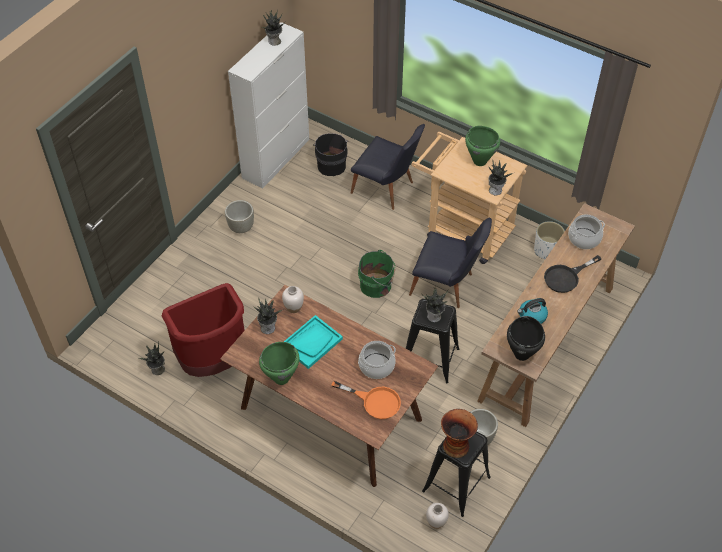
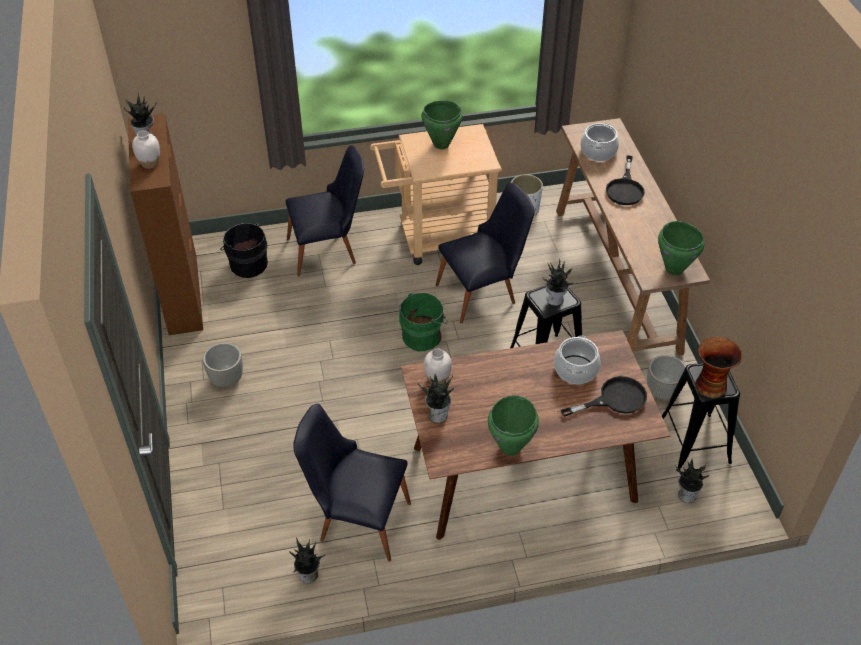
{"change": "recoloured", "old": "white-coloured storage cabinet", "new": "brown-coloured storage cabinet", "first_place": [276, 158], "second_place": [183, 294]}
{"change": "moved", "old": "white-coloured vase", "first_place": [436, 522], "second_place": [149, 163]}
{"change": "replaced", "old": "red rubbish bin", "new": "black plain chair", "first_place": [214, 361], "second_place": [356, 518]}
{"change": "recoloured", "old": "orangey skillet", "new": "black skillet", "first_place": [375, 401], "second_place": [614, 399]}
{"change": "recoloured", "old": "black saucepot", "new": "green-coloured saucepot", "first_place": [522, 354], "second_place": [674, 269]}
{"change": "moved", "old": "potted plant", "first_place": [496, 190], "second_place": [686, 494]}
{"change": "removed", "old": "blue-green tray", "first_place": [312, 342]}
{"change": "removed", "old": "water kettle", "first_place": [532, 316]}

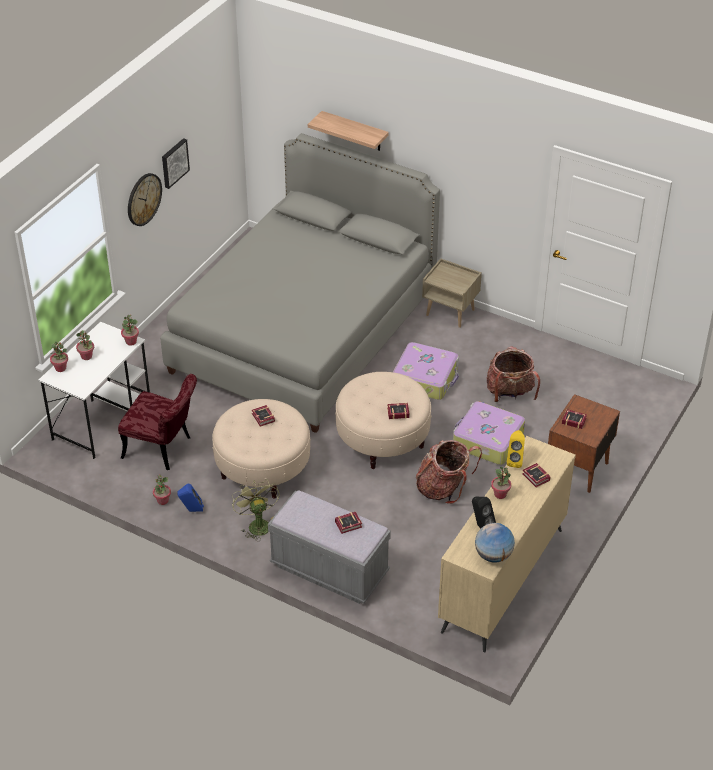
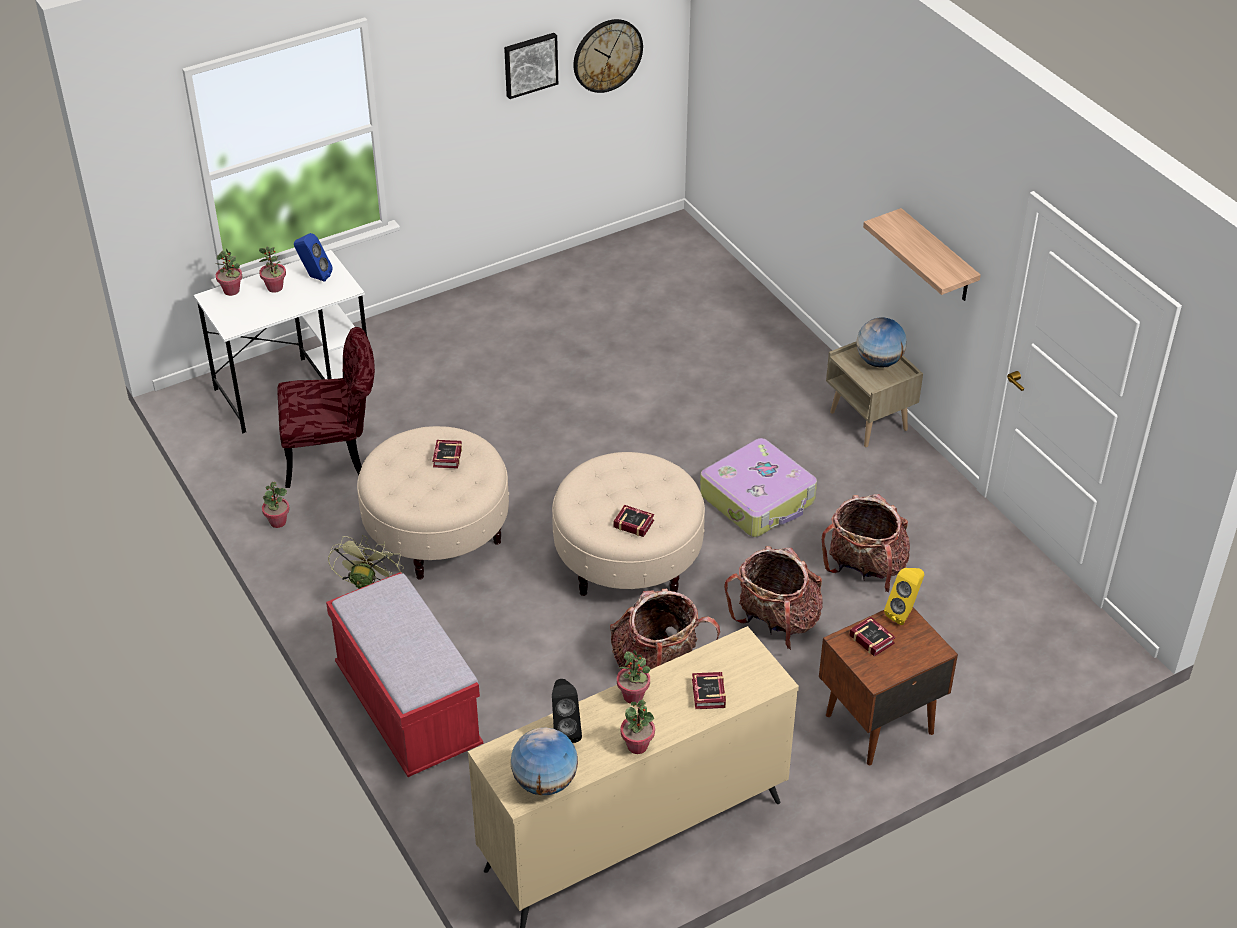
{"change": "turned", "old": "red plain chair", "first_place": [163, 449], "second_place": [335, 455], "degrees": -60}
{"change": "moved", "old": "blue-coloured loudspeaker", "first_place": [191, 510], "second_place": [314, 277]}
{"change": "recoloured", "old": "greyish long seat", "new": "red long seat", "first_place": [329, 570], "second_place": [408, 709]}
{"change": "moved", "old": "wall clock", "first_place": [143, 199], "second_place": [607, 55]}
{"change": "moved", "old": "potted plant", "first_place": [131, 342], "second_place": [637, 745]}
{"change": "replaced", "old": "suitcase", "new": "backpack", "first_place": [487, 440], "second_place": [776, 622]}
{"change": "added", "new": "desk globe", "second_place": [879, 361]}
{"change": "moved", "old": "wall shelf", "first_place": [354, 131], "second_place": [937, 257]}
{"change": "moved", "old": "yellow loudspeaker", "first_place": [515, 461], "second_place": [904, 613]}
{"change": "removed", "old": "greyish bed", "first_place": [303, 332]}
{"change": "removed", "old": "volume", "first_place": [349, 524]}

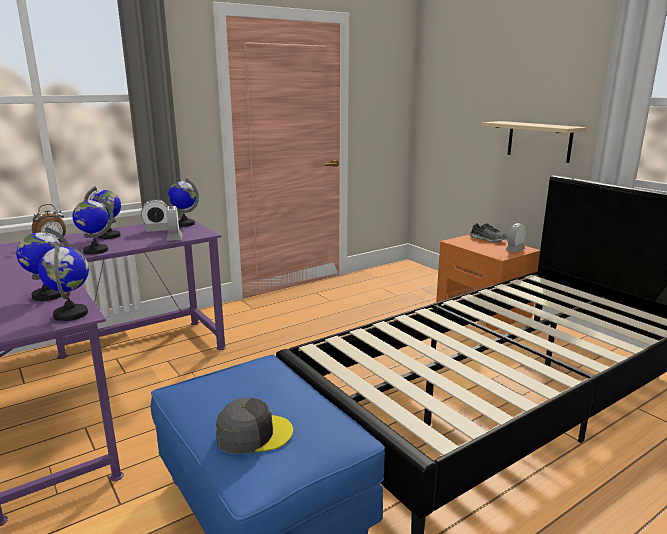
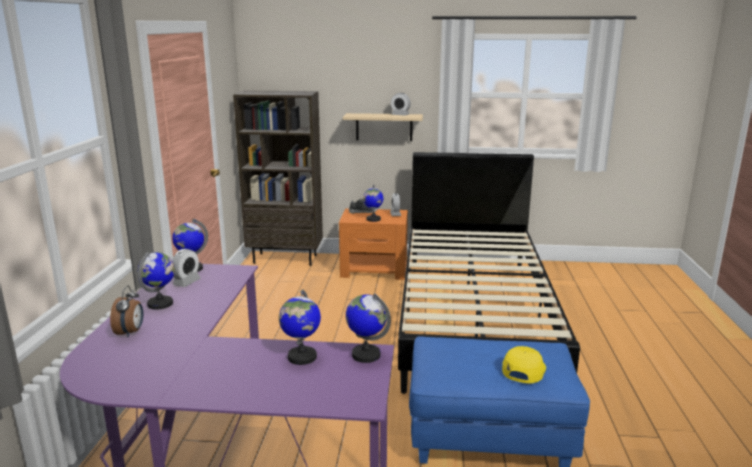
{"change": "added", "new": "brown-coloured bookshelf", "second_place": [286, 259]}
{"change": "moved", "old": "desk globe", "first_place": [95, 250], "second_place": [373, 219]}
{"change": "moved", "old": "table clock", "first_place": [174, 238], "second_place": [400, 115]}
{"change": "recoloured", "old": "greyish peaked cap", "new": "yellow peaked cap", "first_place": [253, 434], "second_place": [523, 369]}

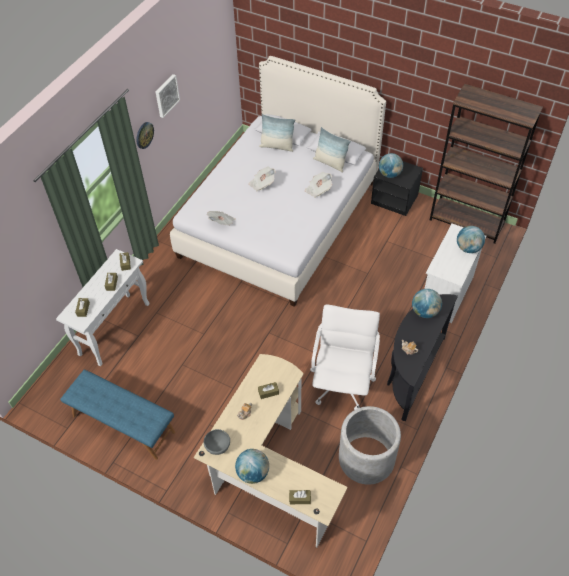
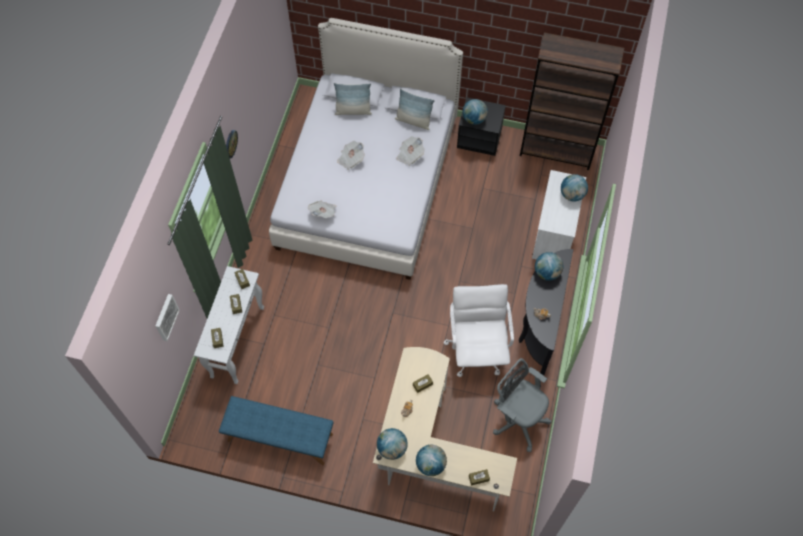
{"change": "moved", "old": "wall art", "first_place": [166, 95], "second_place": [165, 317]}
{"change": "replaced", "old": "greyish deep dish", "new": "desk globe", "first_place": [218, 447], "second_place": [392, 448]}
{"change": "replaced", "old": "greyish planter", "new": "greyish desk chair", "first_place": [366, 458], "second_place": [517, 418]}

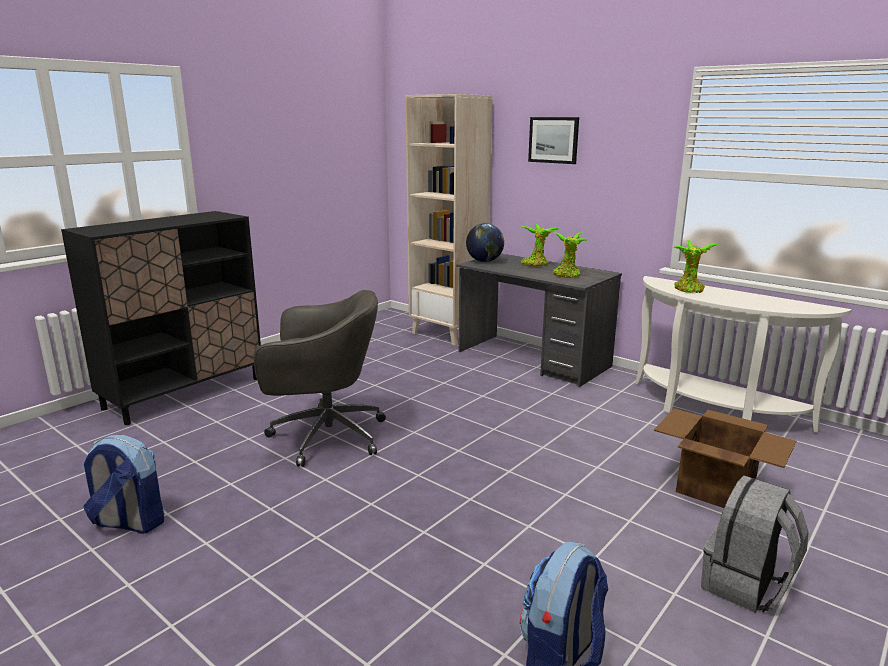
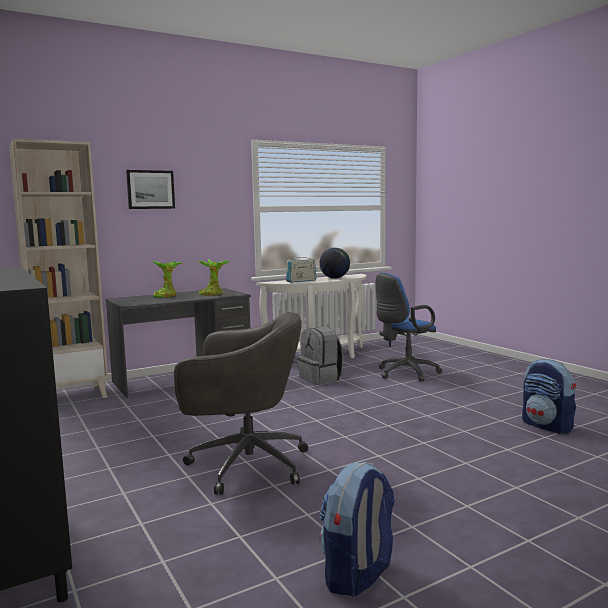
{"change": "turned", "old": "greyish desk chair", "first_place": [324, 436], "second_place": [244, 465], "degrees": 75}
{"change": "replaced", "old": "potted plant", "new": "radio", "first_place": [689, 290], "second_place": [301, 281]}
{"change": "moved", "old": "greyish backpack", "first_place": [746, 586], "second_place": [321, 379]}
{"change": "moved", "old": "desk globe", "first_place": [484, 261], "second_place": [334, 278]}
{"change": "replaced", "old": "cardboard box", "new": "blue-coloured desk chair", "first_place": [714, 487], "second_place": [404, 373]}

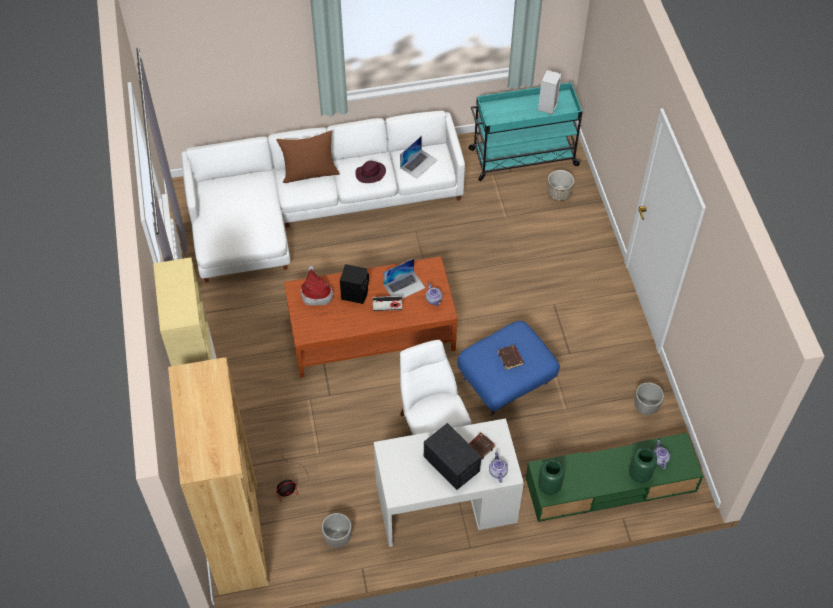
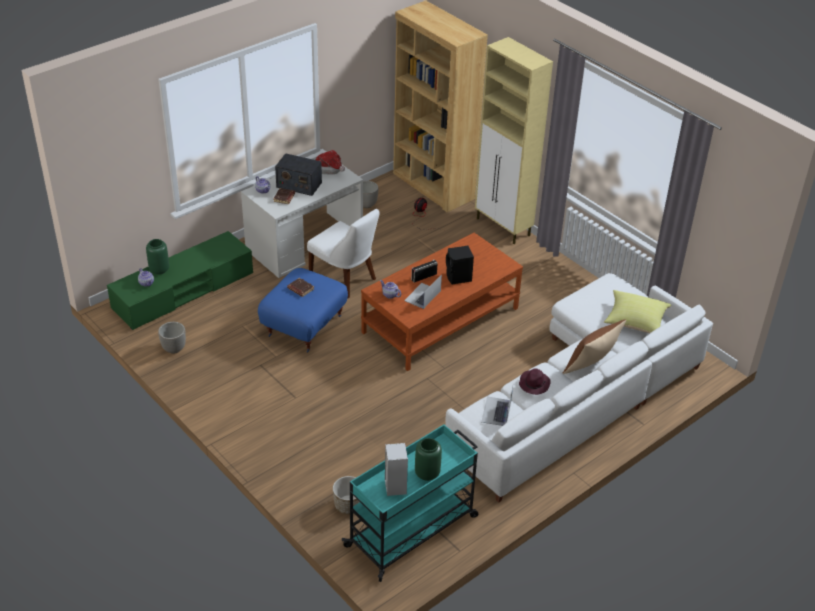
{"change": "moved", "old": "clothing hat", "first_place": [316, 293], "second_place": [329, 169]}
{"change": "moved", "old": "green-coloured vase", "first_place": [549, 486], "second_place": [427, 474]}
{"change": "added", "new": "yellow cushion", "second_place": [635, 322]}

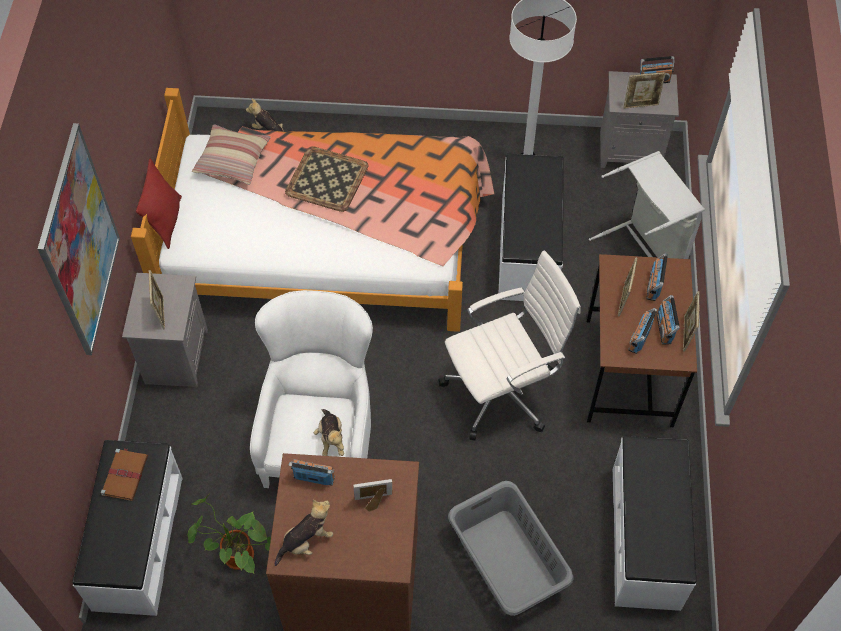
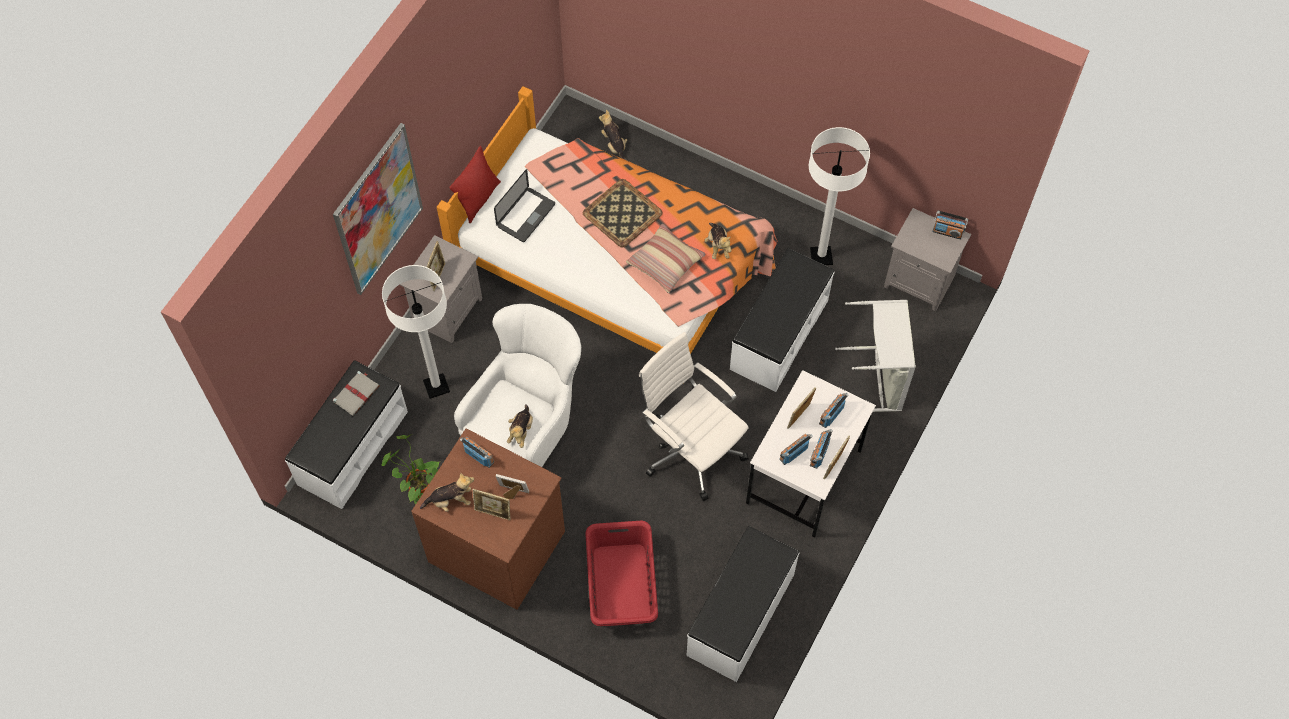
{"change": "recoloured", "old": "brown-coloured volume", "new": "greyish volume", "first_place": [125, 475], "second_place": [357, 393]}
{"change": "added", "new": "white-coloured standard lamp", "second_place": [436, 386]}
{"change": "moved", "old": "photo frame", "first_place": [640, 105], "second_place": [493, 513]}
{"change": "added", "new": "laptop", "second_place": [526, 215]}
{"change": "recoloured", "old": "greyish hamper", "new": "red hamper", "first_place": [506, 562], "second_place": [621, 585]}
{"change": "moved", "old": "cushion", "first_place": [232, 160], "second_place": [665, 262]}
{"change": "turned", "old": "white-coloured desk chair", "first_place": [503, 391], "second_place": [691, 449], "degrees": -135}
{"change": "added", "new": "soft toy", "second_place": [718, 246]}
{"change": "recoloured", "old": "brown-coloured desk table", "new": "white-coloured desk table", "first_place": [629, 373], "second_place": [804, 477]}

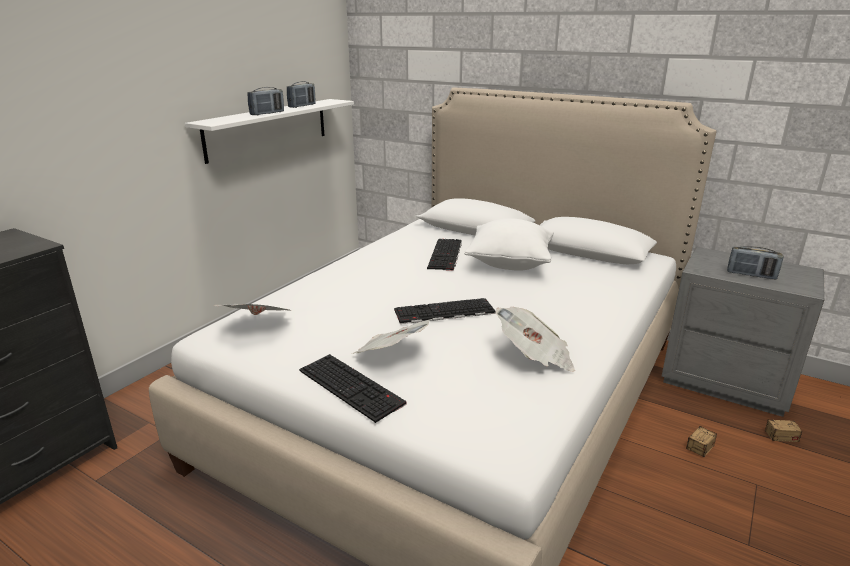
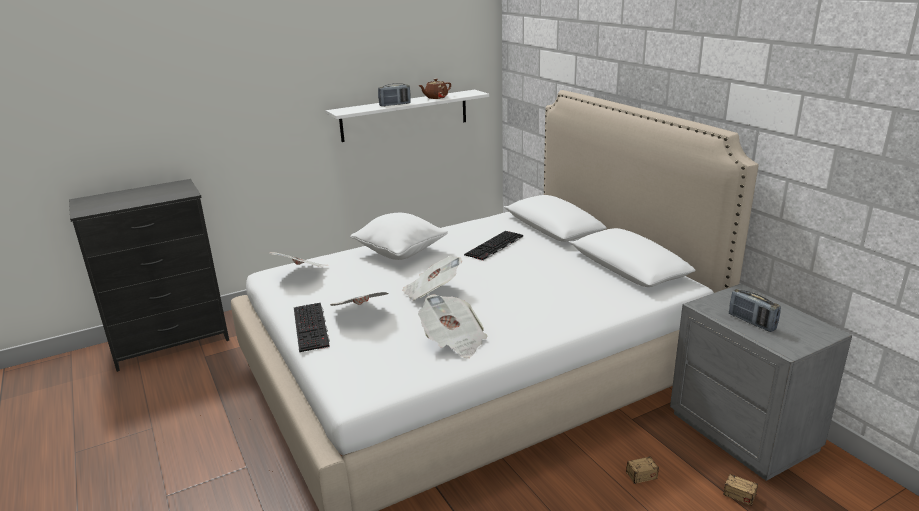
{"change": "moved", "old": "white-coloured cushion", "first_place": [509, 264], "second_place": [400, 253]}
{"change": "replaced", "old": "keyboard", "new": "daily paper", "first_place": [443, 312], "second_place": [432, 292]}
{"change": "replaced", "old": "radio", "new": "brown-coloured teapot", "first_place": [302, 106], "second_place": [435, 97]}

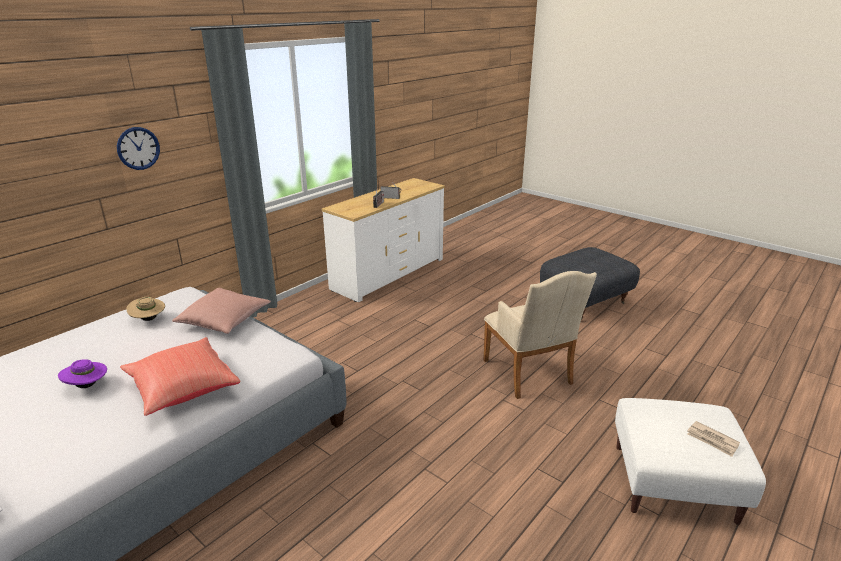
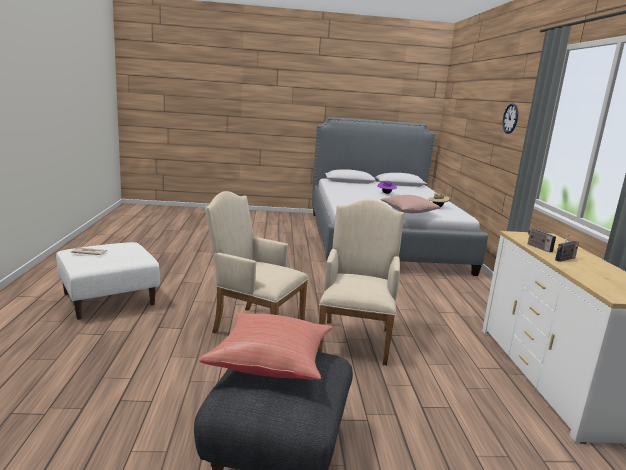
{"change": "moved", "old": "red cushion", "first_place": [182, 390], "second_place": [271, 363]}
{"change": "added", "new": "beige-coloured armchair", "second_place": [355, 338]}

